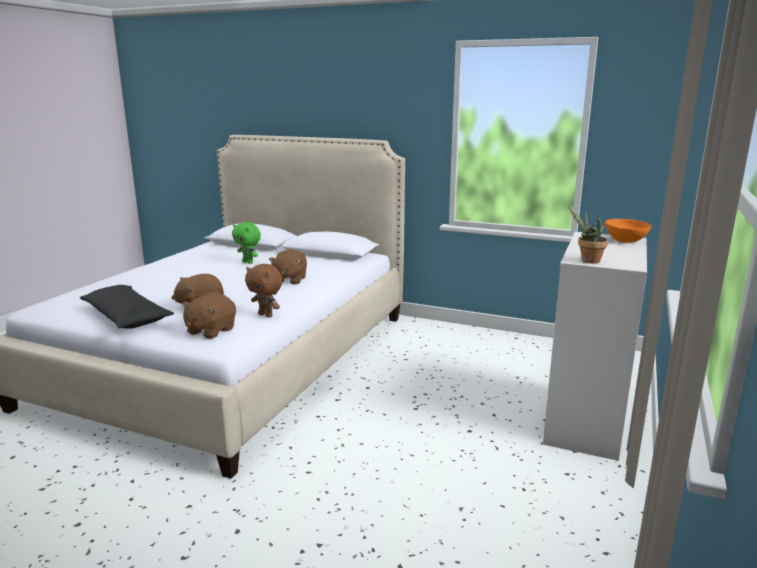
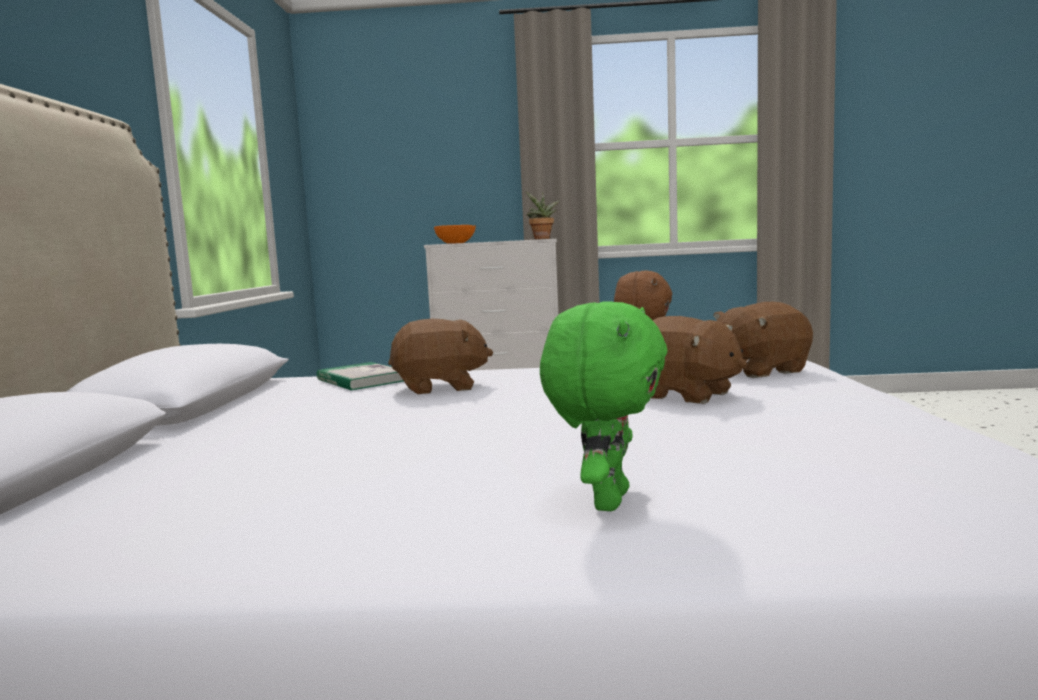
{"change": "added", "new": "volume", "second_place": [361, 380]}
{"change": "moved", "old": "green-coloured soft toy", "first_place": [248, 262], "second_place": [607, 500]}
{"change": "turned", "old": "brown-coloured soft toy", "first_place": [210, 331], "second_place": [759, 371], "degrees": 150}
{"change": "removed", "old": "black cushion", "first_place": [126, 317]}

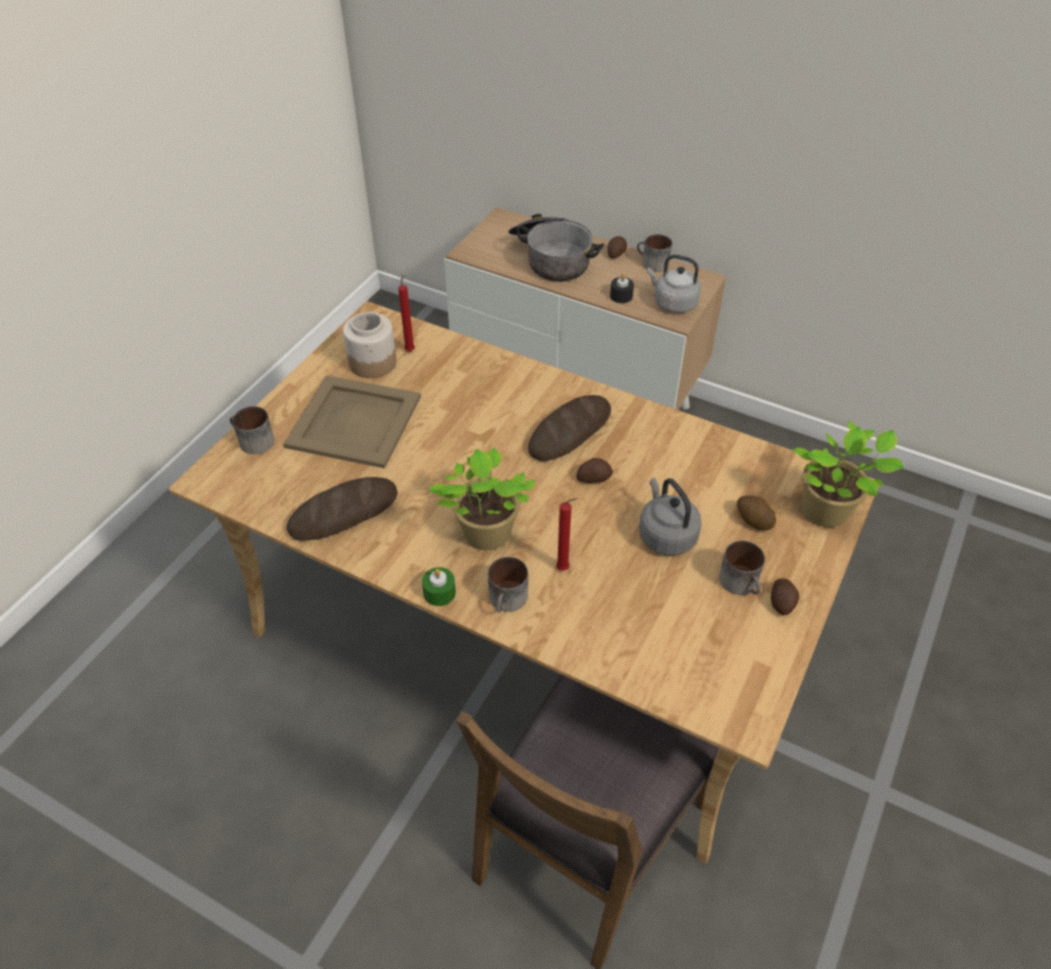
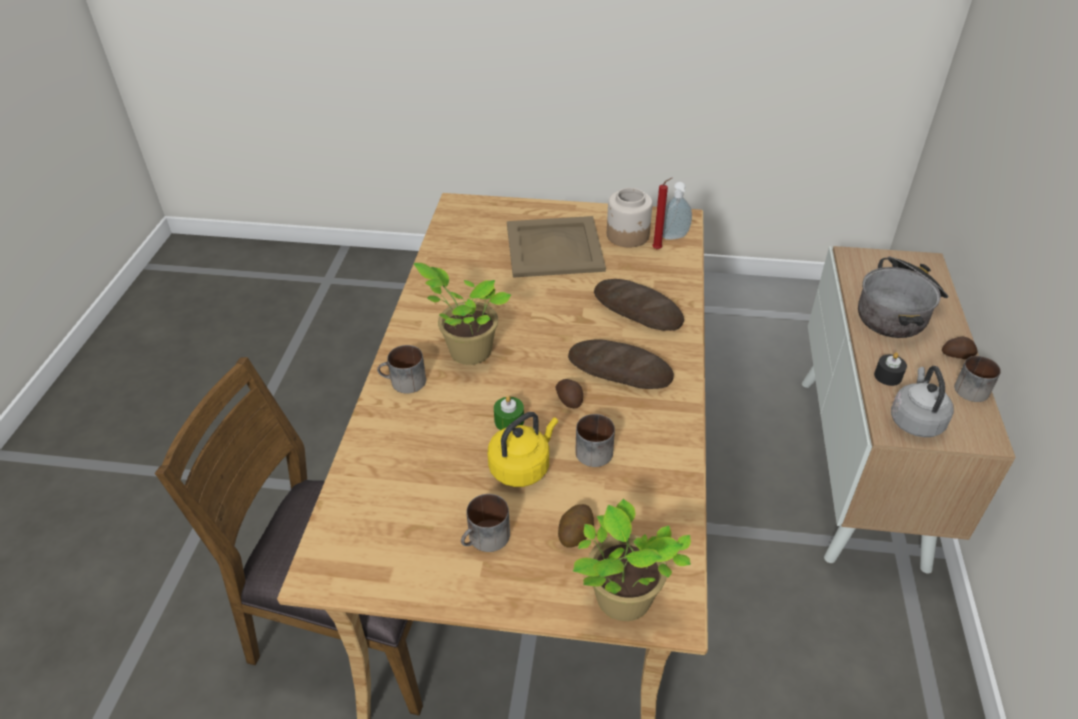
{"change": "recoloured", "old": "greyish water kettle", "new": "yellow water kettle", "first_place": [666, 535], "second_place": [522, 467]}
{"change": "moved", "old": "green-coloured wax light", "first_place": [439, 592], "second_place": [509, 421]}
{"change": "moved", "old": "tea mug", "first_place": [252, 441], "second_place": [592, 448]}
{"change": "moved", "old": "bakery bread", "first_place": [344, 513], "second_place": [637, 309]}
{"change": "added", "new": "soap dispenser", "second_place": [674, 237]}
{"change": "removed", "old": "red wax light", "first_place": [564, 569]}
{"change": "removed", "old": "whole potato", "first_place": [782, 602]}

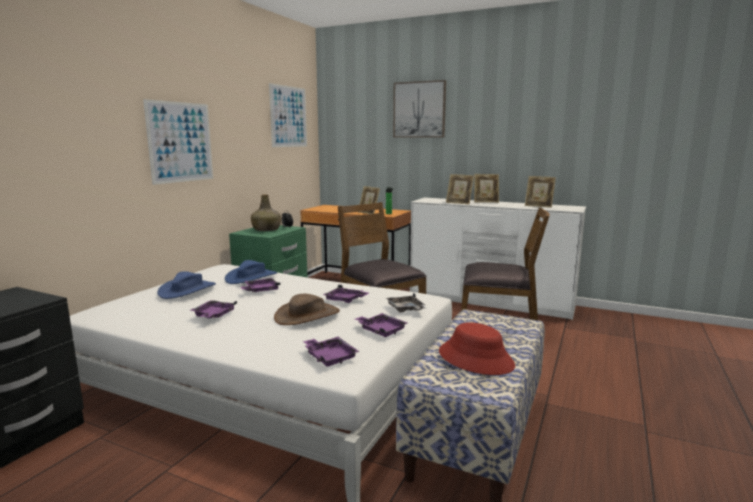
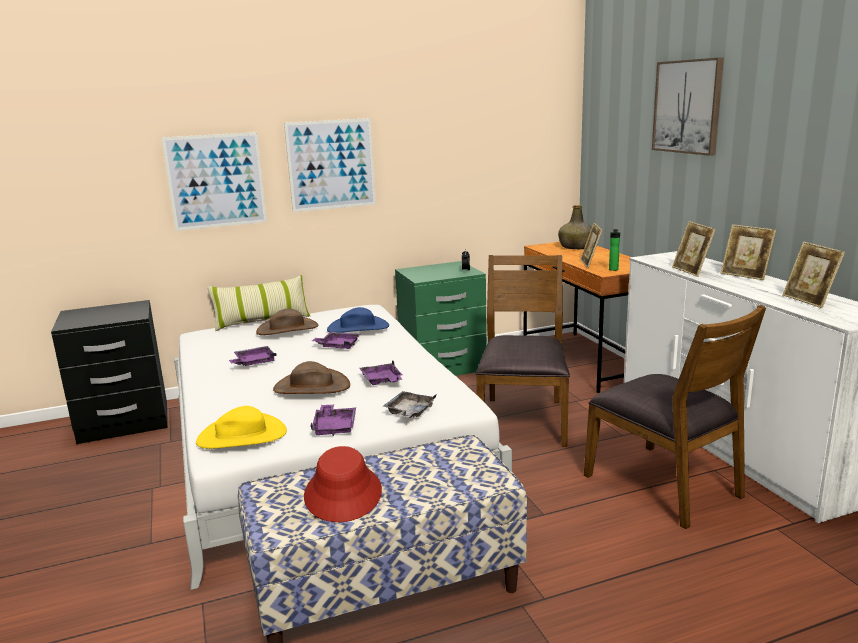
{"change": "moved", "old": "wall art", "first_place": [288, 116], "second_place": [216, 181]}
{"change": "replaced", "old": "purplish tray", "new": "yellow clothing hat", "first_place": [330, 357], "second_place": [242, 436]}
{"change": "added", "new": "cushion", "second_place": [262, 321]}
{"change": "recoloured", "old": "blue-coloured clothing hat", "new": "brown-coloured clothing hat", "first_place": [187, 290], "second_place": [287, 329]}
{"change": "moved", "old": "green-coloured beverage bottle", "first_place": [267, 229], "second_place": [576, 247]}

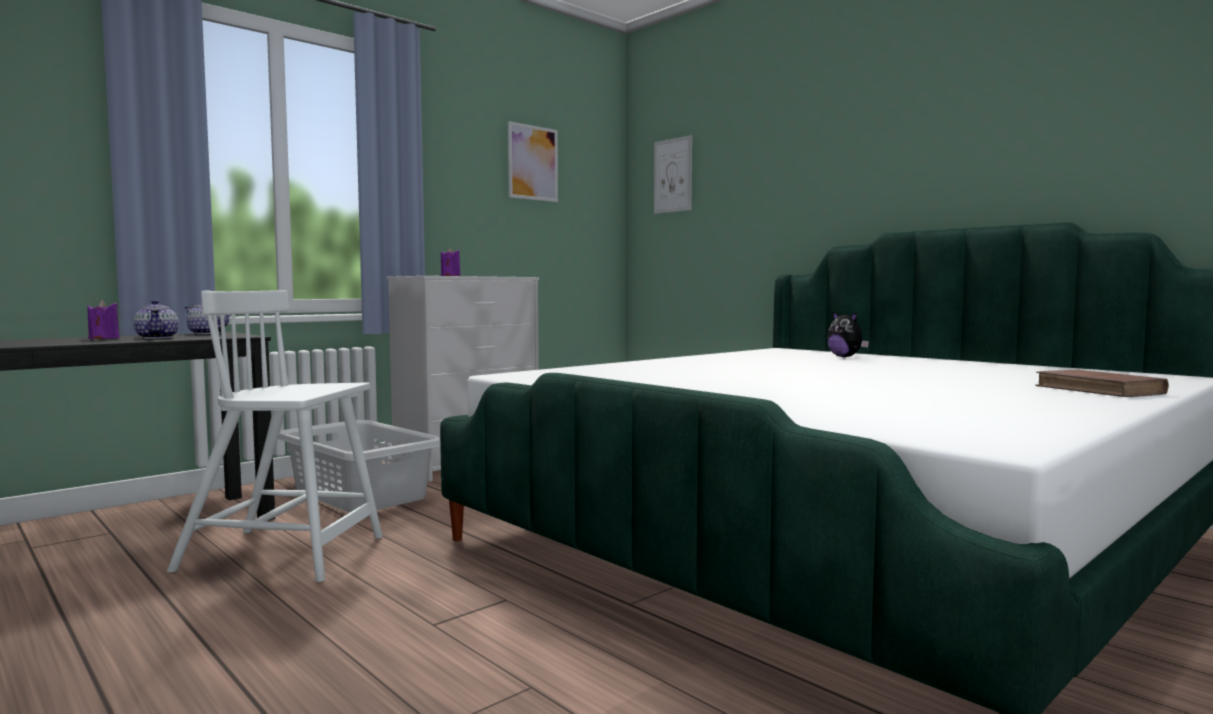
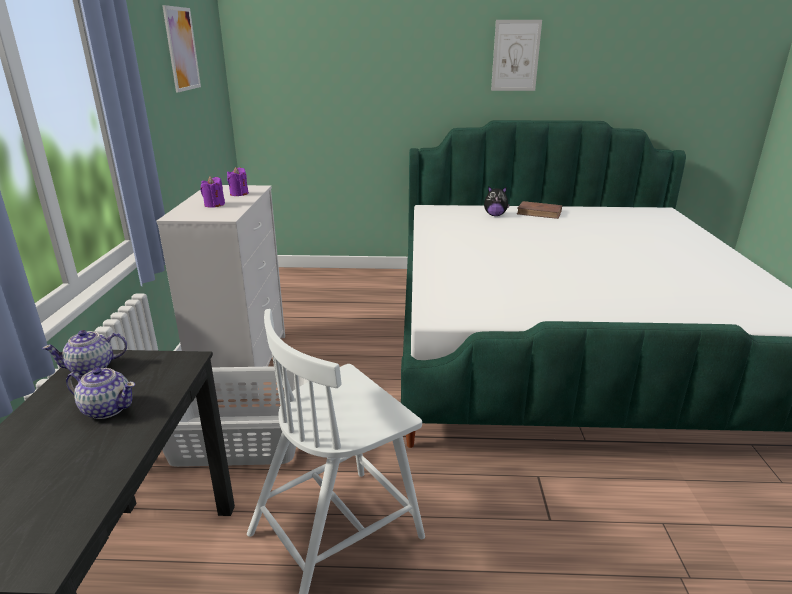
{"change": "moved", "old": "purplish wax light", "first_place": [104, 338], "second_place": [239, 194]}
{"change": "moved", "old": "wall art", "first_place": [673, 175], "second_place": [515, 56]}
{"change": "moved", "old": "brown-coloured volume", "first_place": [1099, 390], "second_place": [539, 212]}

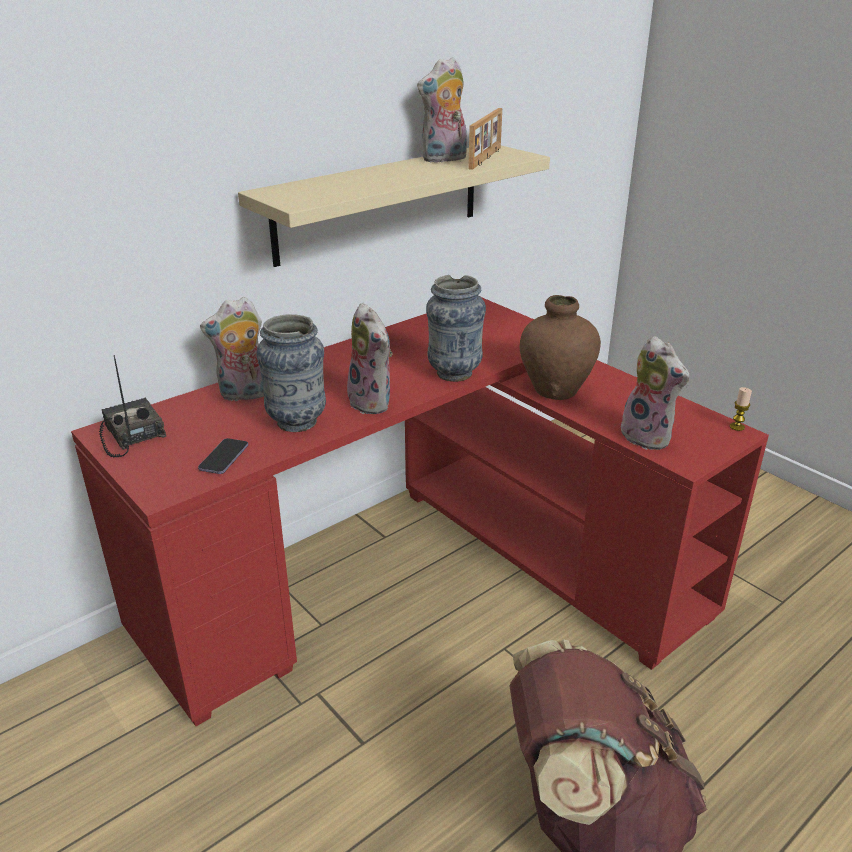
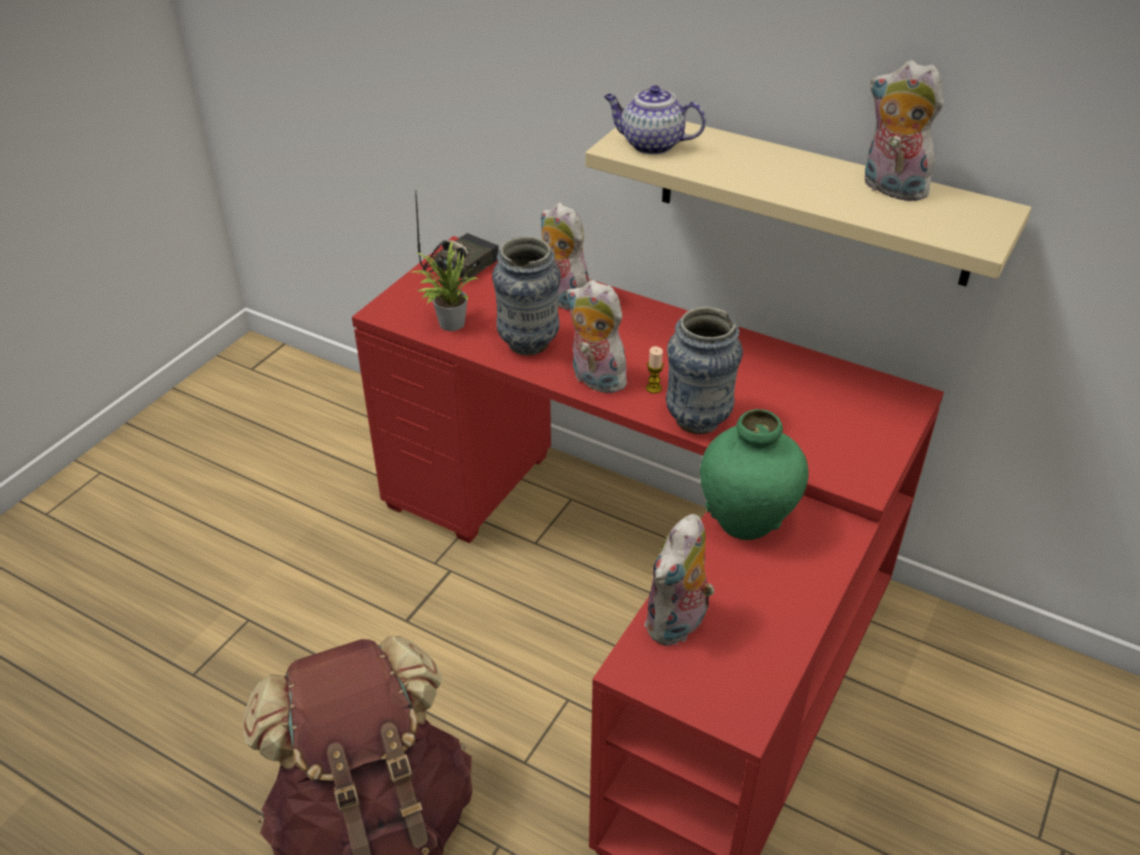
{"change": "replaced", "old": "phone", "new": "potted plant", "first_place": [224, 458], "second_place": [448, 324]}
{"change": "turned", "old": "soft toy", "first_place": [373, 402], "second_place": [594, 380], "degrees": 90}
{"change": "added", "new": "teapot", "second_place": [650, 145]}
{"change": "moved", "old": "wax light", "first_place": [737, 427], "second_place": [653, 388]}
{"change": "recoloured", "old": "brown-coloured vase", "new": "green-coloured vase", "first_place": [555, 390], "second_place": [746, 521]}
{"change": "removed", "old": "photo frame", "first_place": [486, 158]}

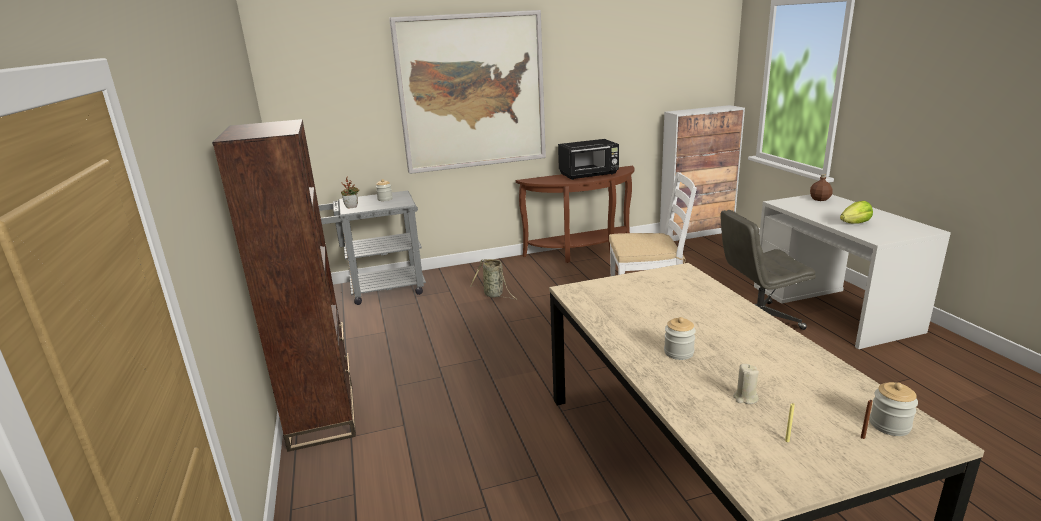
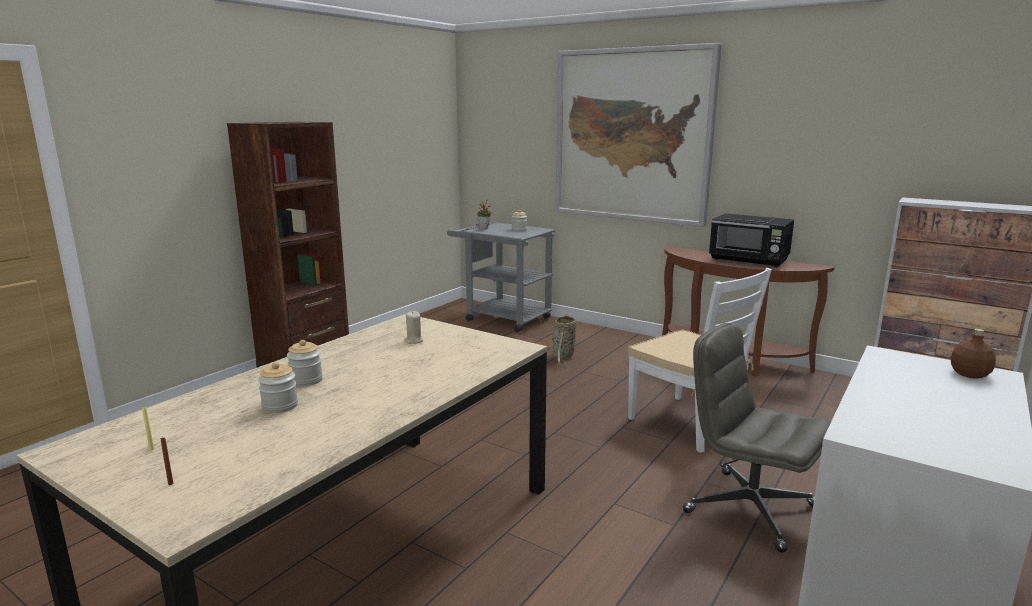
{"change": "moved", "old": "preserve jar", "first_place": [889, 425], "second_place": [280, 406]}
{"change": "moved", "old": "beige-coloured wax light", "first_place": [745, 398], "second_place": [413, 341]}
{"change": "removed", "old": "head of lettuce", "first_place": [855, 223]}

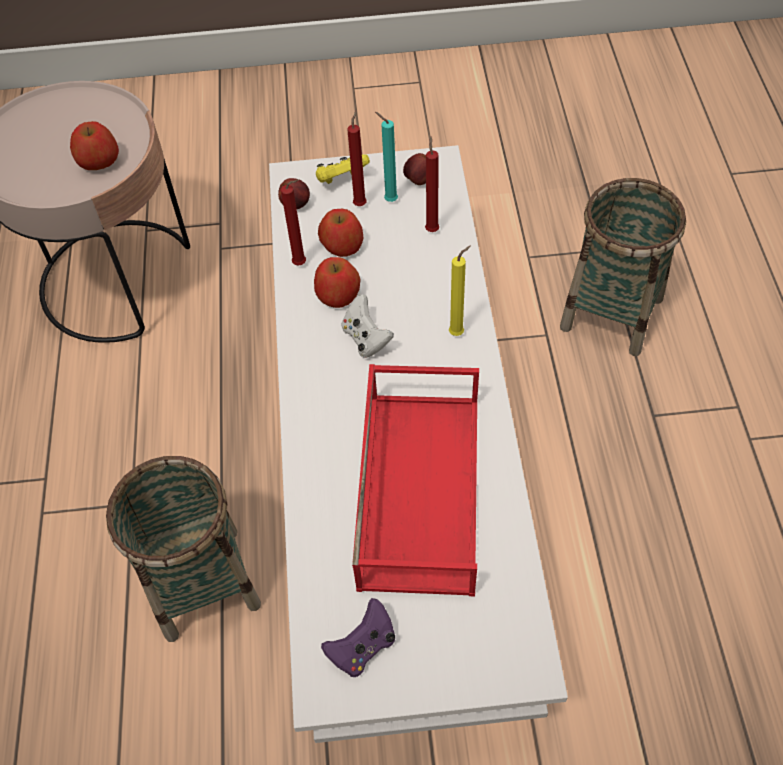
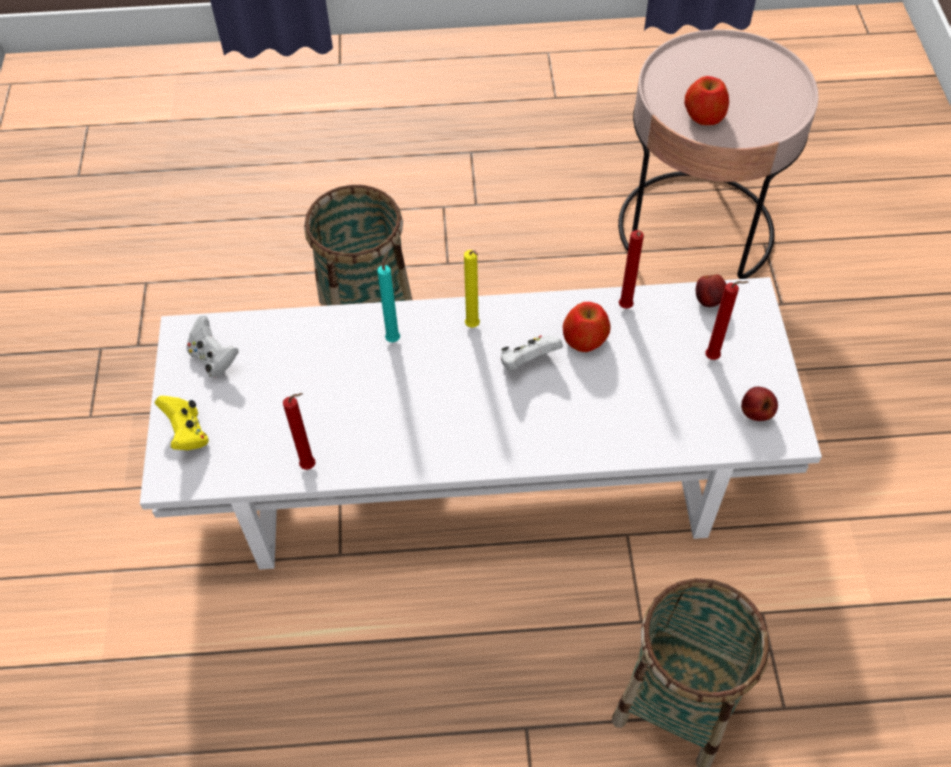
{"change": "moved", "old": "yellow game controller", "first_place": [341, 179], "second_place": [187, 433]}
{"change": "recoloured", "old": "purplish game controller", "new": "white-coloured game controller", "first_place": [363, 647], "second_place": [213, 358]}
{"change": "moved", "old": "red wax light", "first_place": [432, 229], "second_place": [311, 466]}
{"change": "moved", "old": "blue-green wax light", "first_place": [389, 200], "second_place": [394, 338]}
{"change": "moved", "old": "yellow wax light", "first_place": [458, 332], "second_place": [473, 327]}
{"change": "removed", "old": "apple", "first_place": [342, 245]}
{"change": "removed", "old": "red tray", "first_place": [417, 488]}

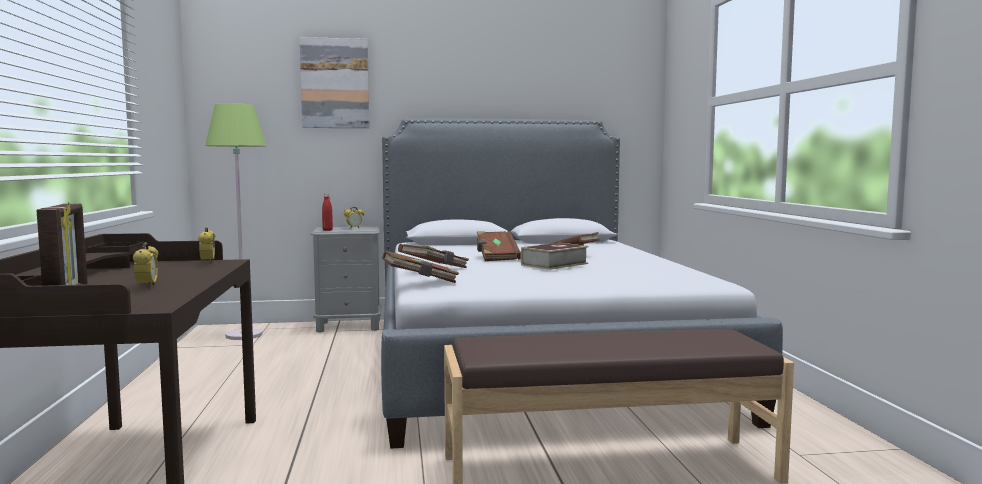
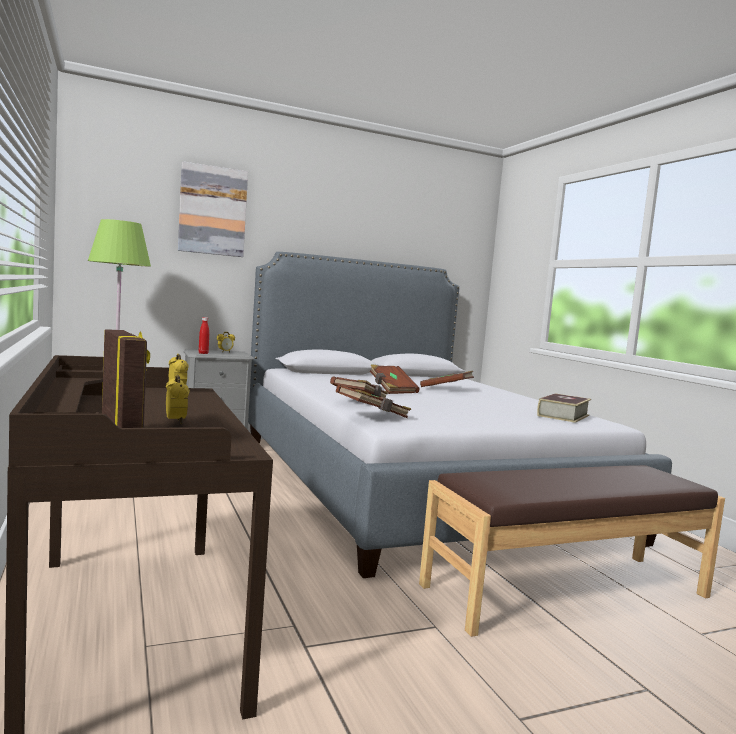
{"change": "moved", "old": "volume", "first_place": [554, 264], "second_place": [563, 415]}

